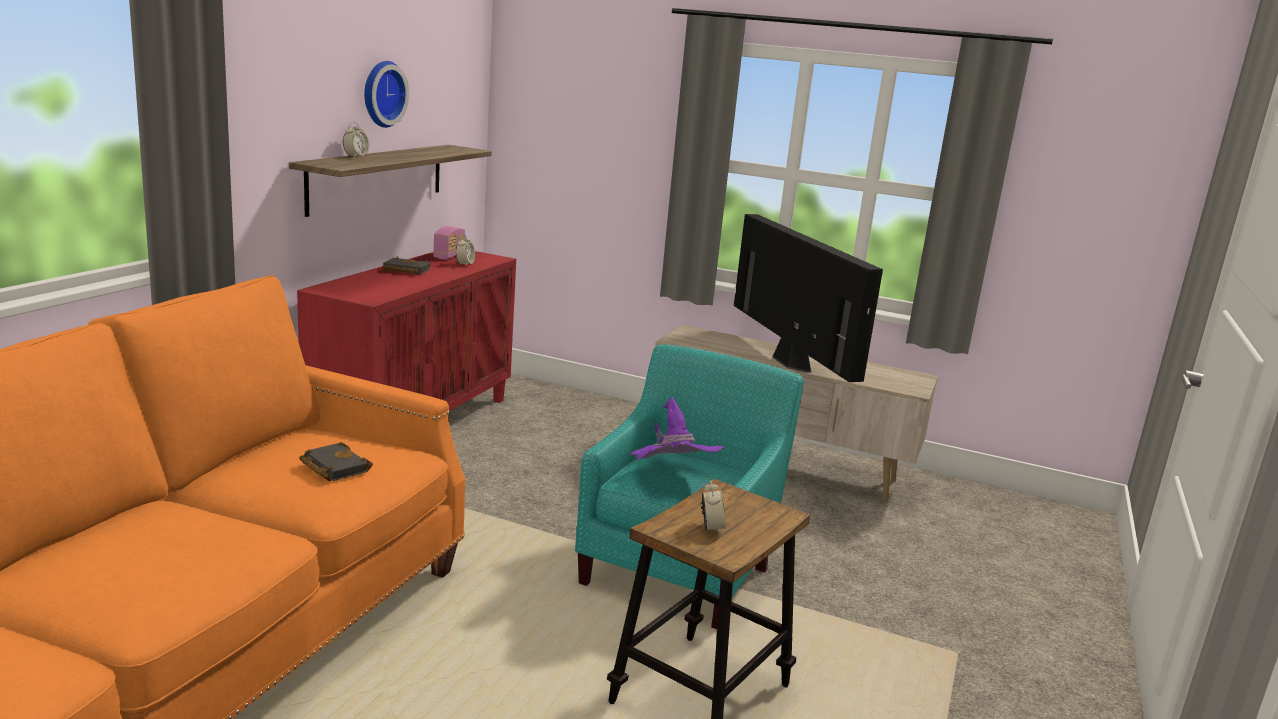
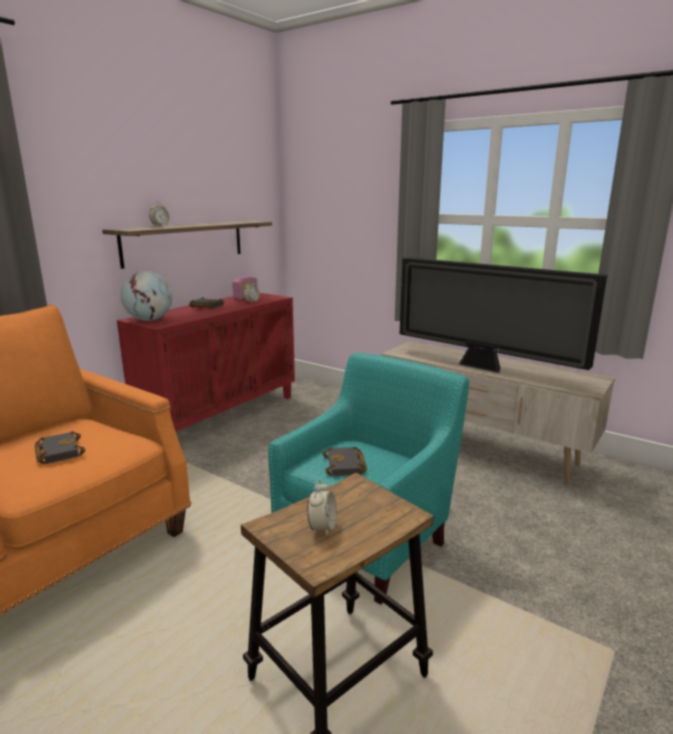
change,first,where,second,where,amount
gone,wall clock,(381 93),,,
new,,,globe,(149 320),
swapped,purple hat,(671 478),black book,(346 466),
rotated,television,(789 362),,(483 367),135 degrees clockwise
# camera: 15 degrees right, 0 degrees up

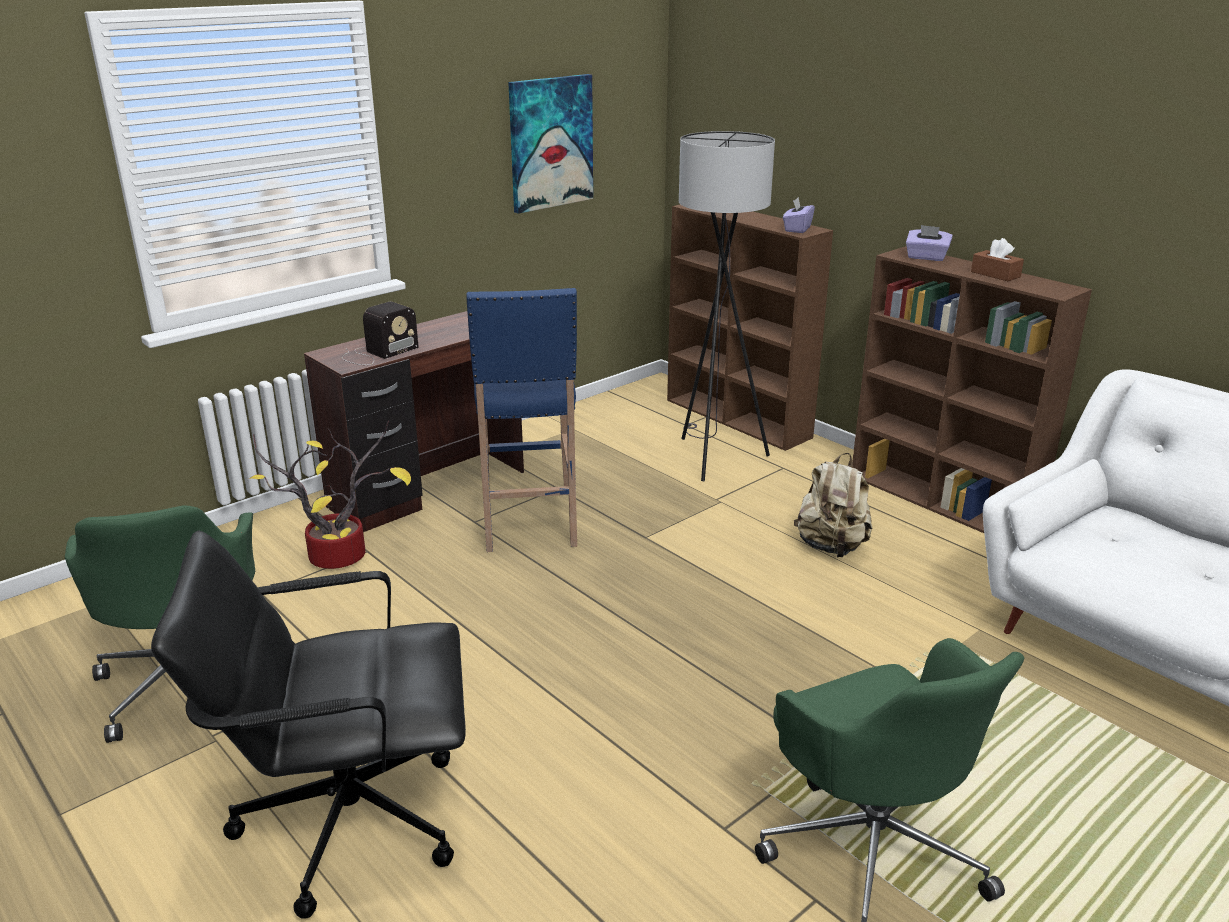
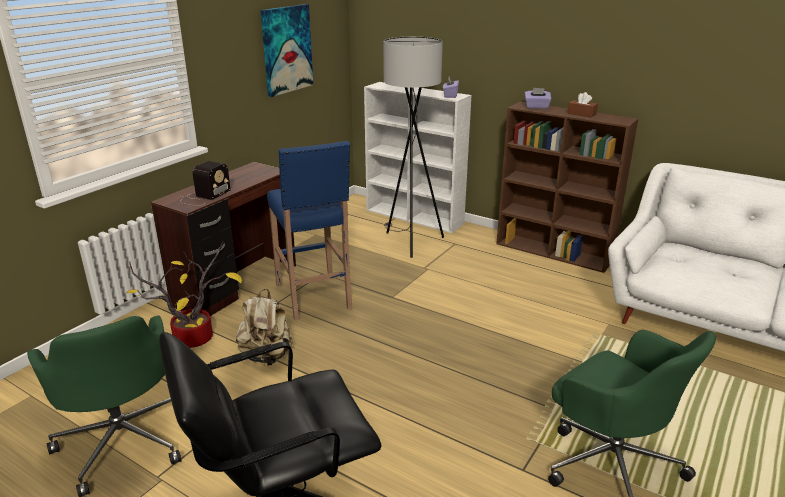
change,first,where,second,where,amount
shifted,beige backpack,(831 547),,(267 356),
repainted,brown bookcase,(738 419),white bookcase,(415 217),
# camera: 15 degrees left, 0 degrees up

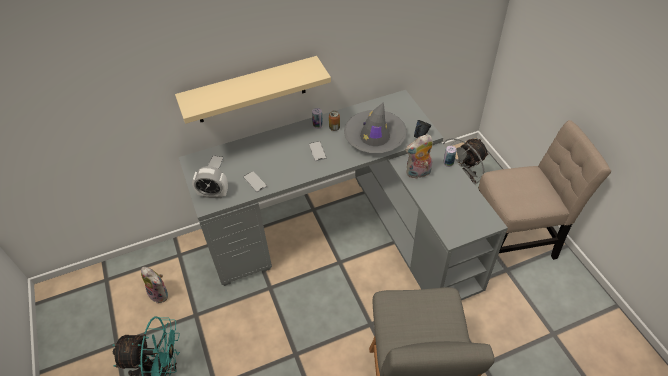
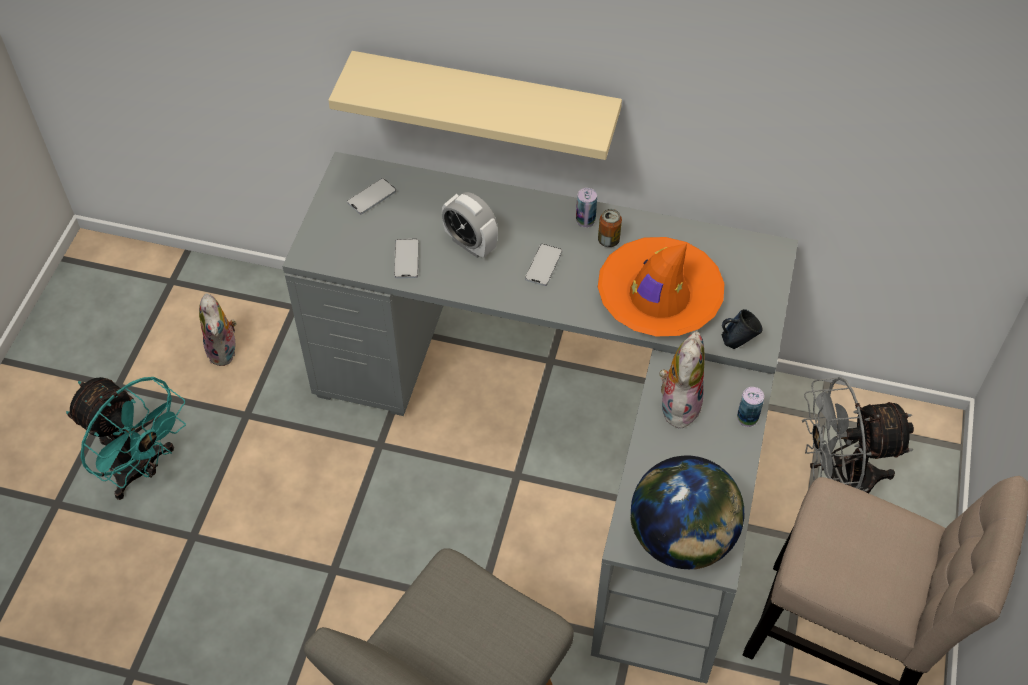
change,first,where,second,where,amount
new,,,globe,(681 539),
shifted,alarm clock,(213 194),,(470 244),
repainted,grey hat,(375 137),orange hat,(659 296),
rotated,plush toy,(418 173),,(678 404),90 degrees clockwise
# camera: 35 degrees right, 5 degrees up

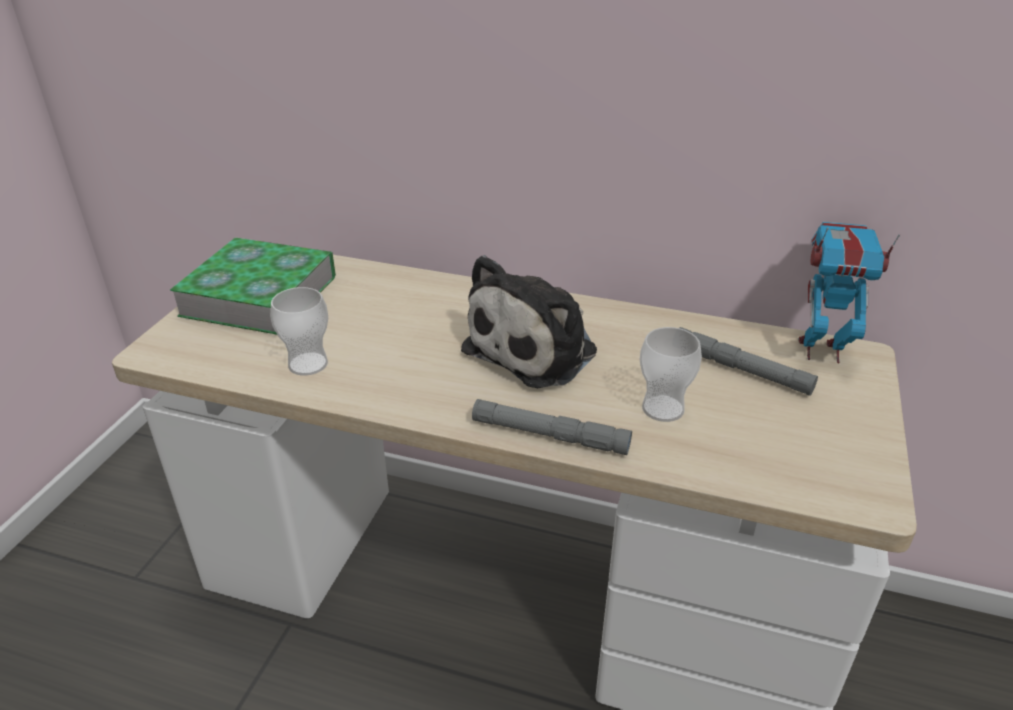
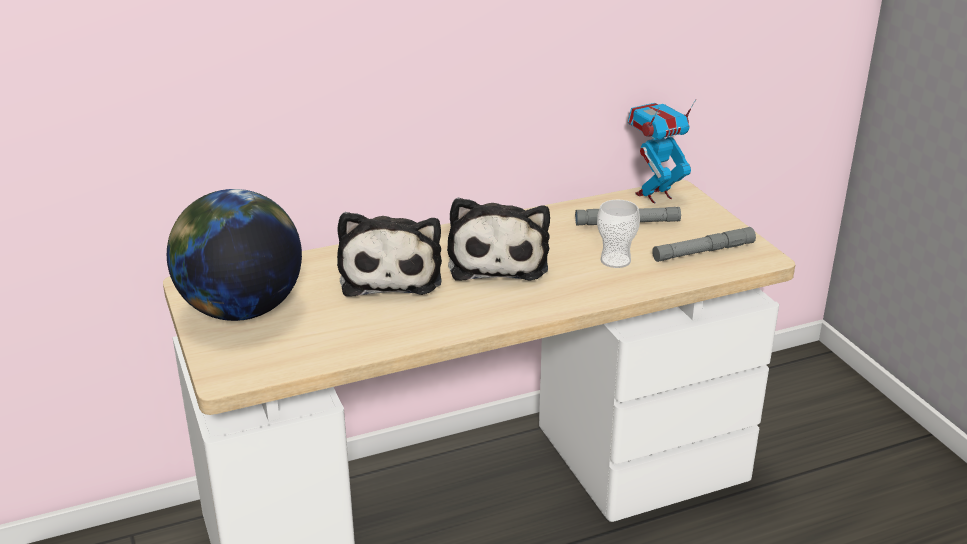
change,first,where,second,where,amount
gone,cup,(308 364),,,
new,,,plush toy,(391 274),
shifted,grey flashlight,(550 435),,(703 251),
swapped,book,(259 295),globe,(241 310),
# camera: 40 degrees left, 5 degrees down

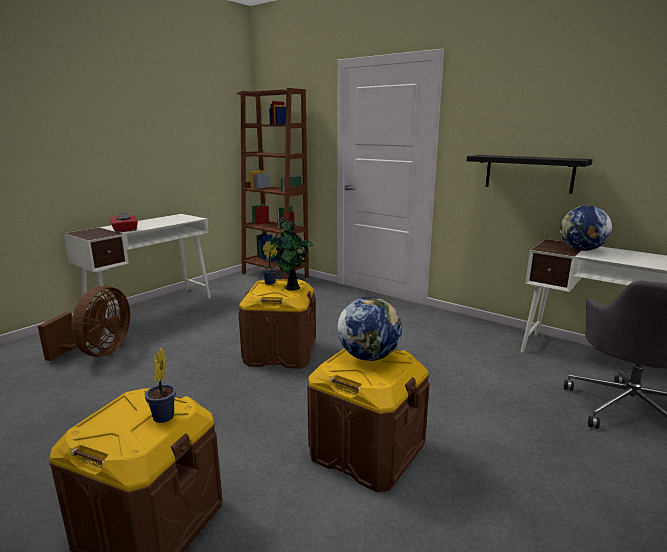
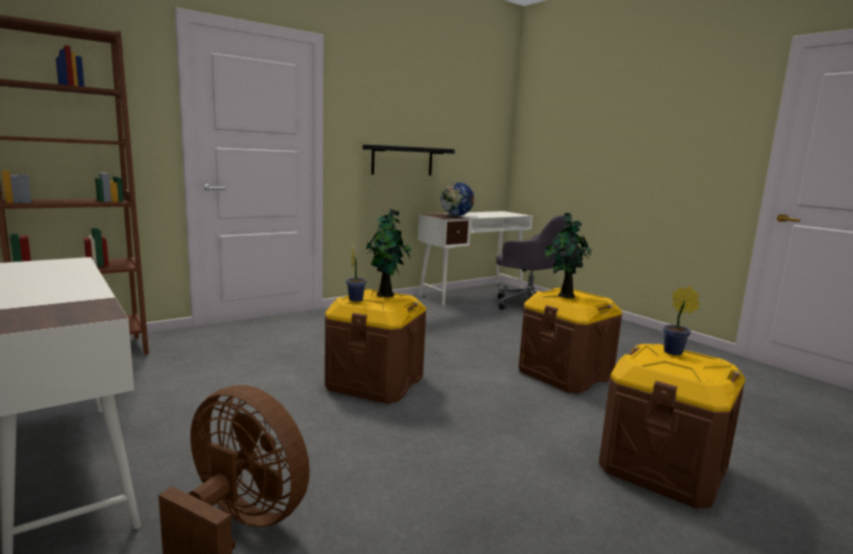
change,first,where,second,where,amount
gone,red tissue box,(125 230),,,
swapped,globe,(368 356),potted plant,(564 295),
# camera: 75 degrees left, 5 degrees down

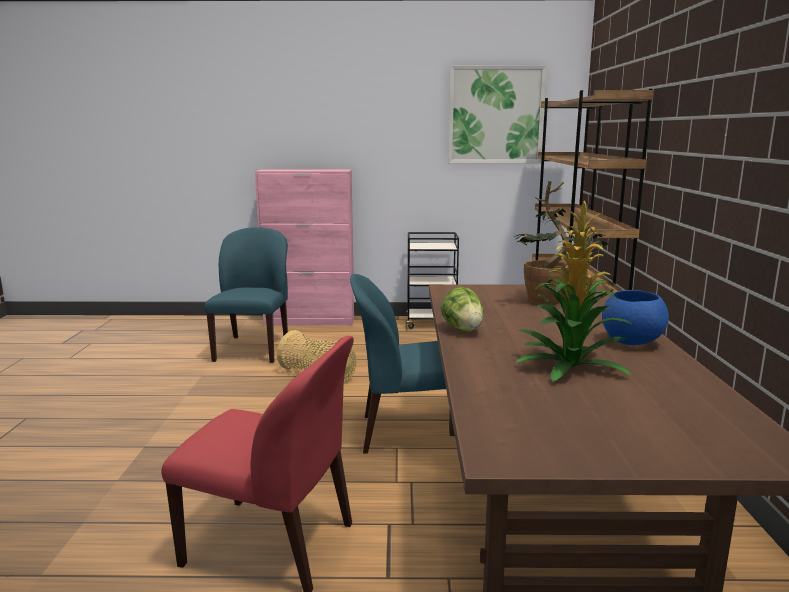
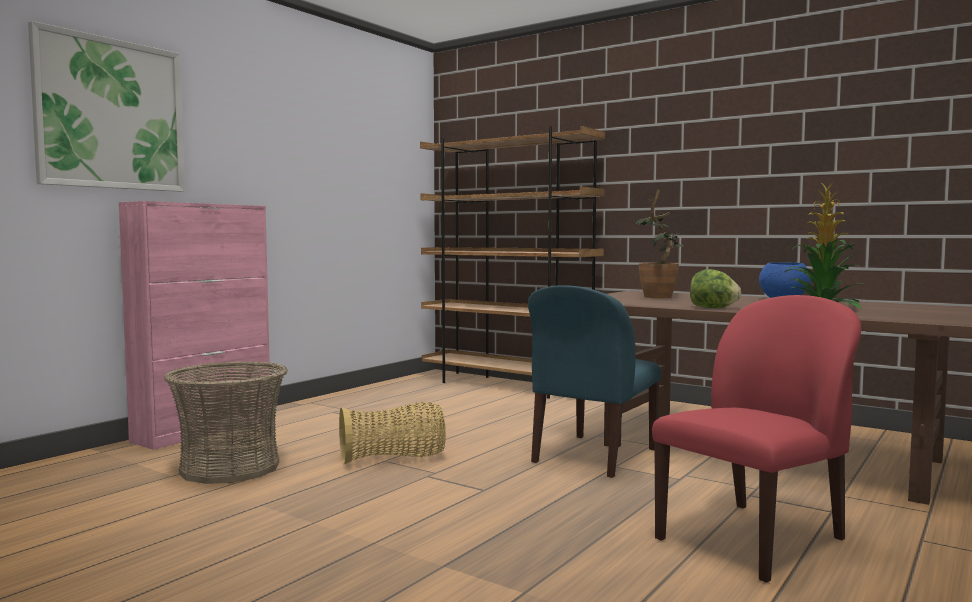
change,first,where,second,where,amount
gone,black cart,(432 323),,,
shifted,picture,(495 115),,(111 114),
swapped,blue chair,(253 349),basket,(230 468),
# camera: 55 degrees left, 10 degrees down

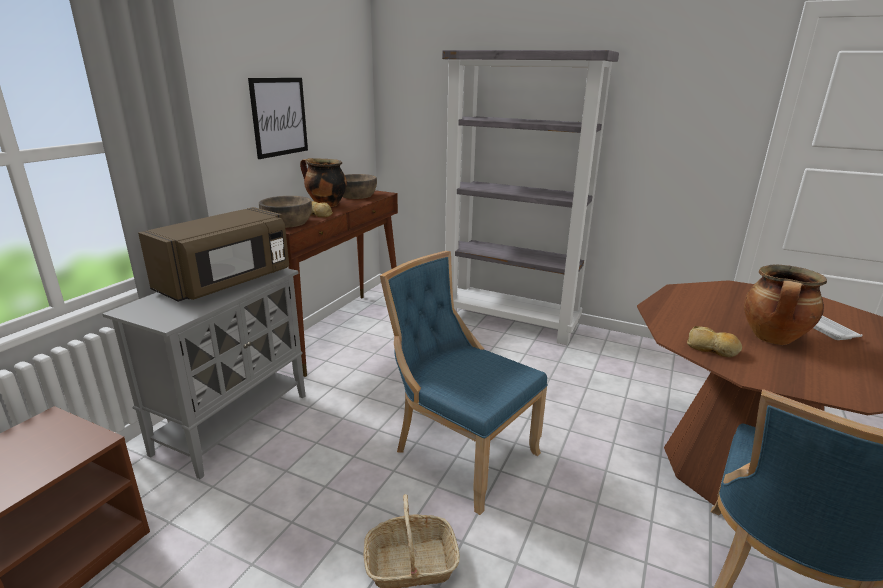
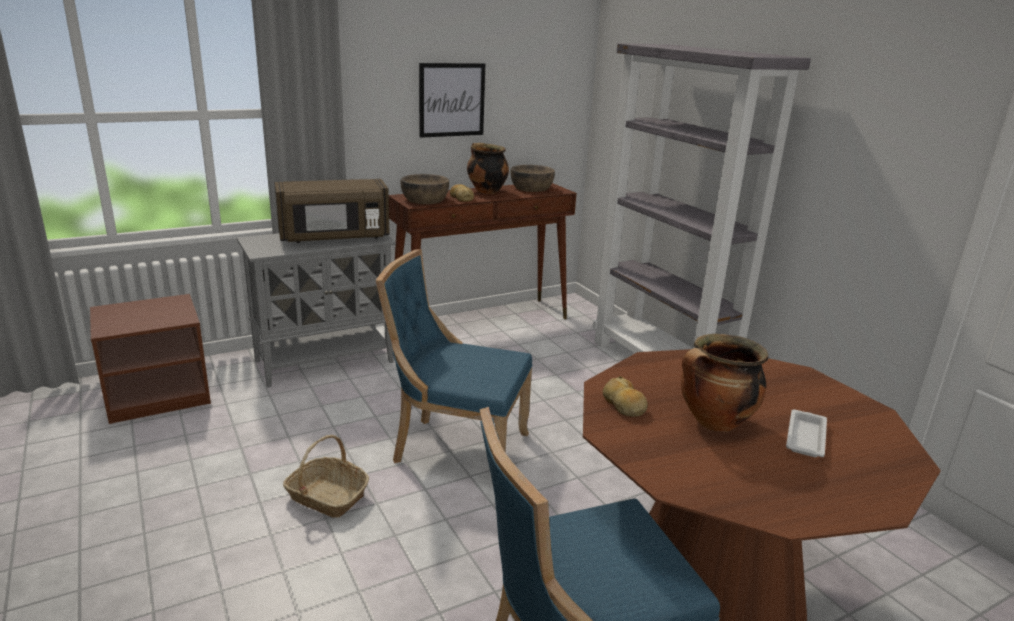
change,first,where,second,where,amount
rotated,blue chair,(460 453),,(455 449),60 degrees counterclockwise
# camera: 35 degrees right, 0 degrees up

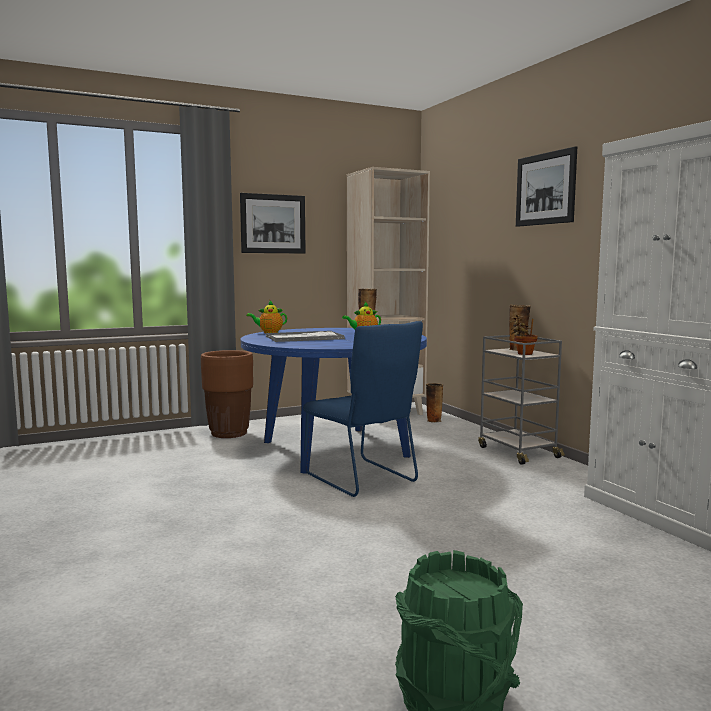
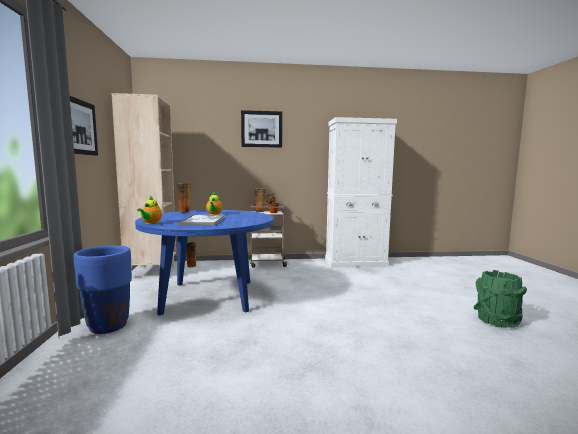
change,first,where,second,where,amount
gone,blue chair,(362 479),,,
repainted,brown planter,(229 433),blue planter,(108 326),
# camera: 70 degrees left, 0 degrees up

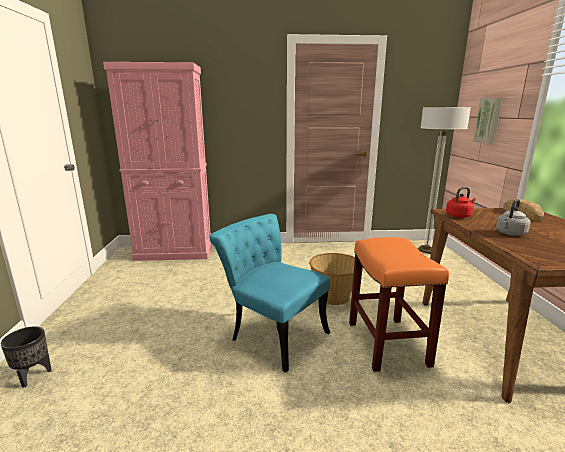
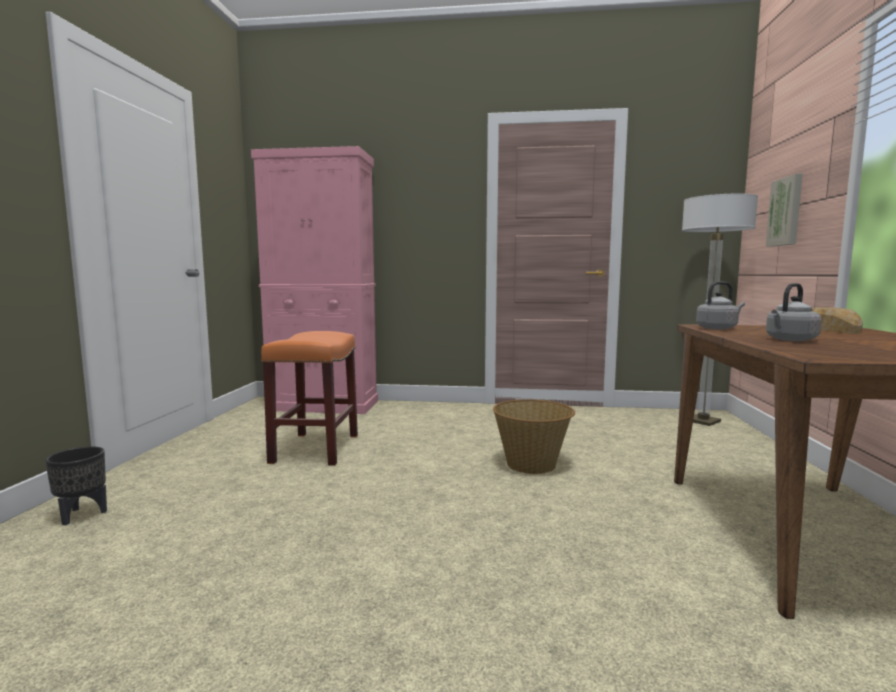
change,first,where,second,where,amount
gone,turquoise chair,(272 333),,,
shifted,orange stool,(386 343),,(315 448),
repainted,red kettle,(459 215),grey kettle,(718 328),
# camera: 10 degrees right, 10 degrees down

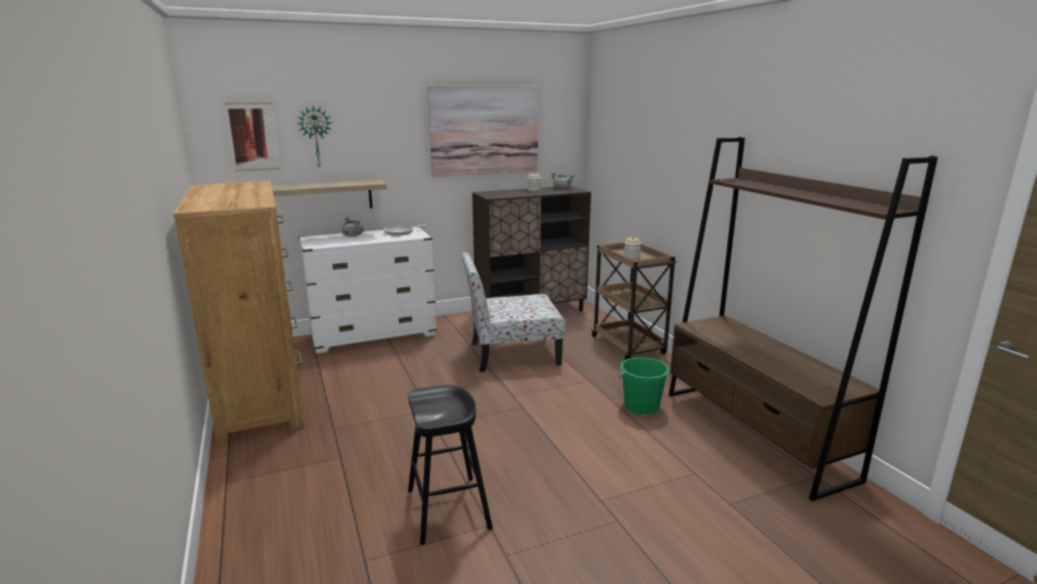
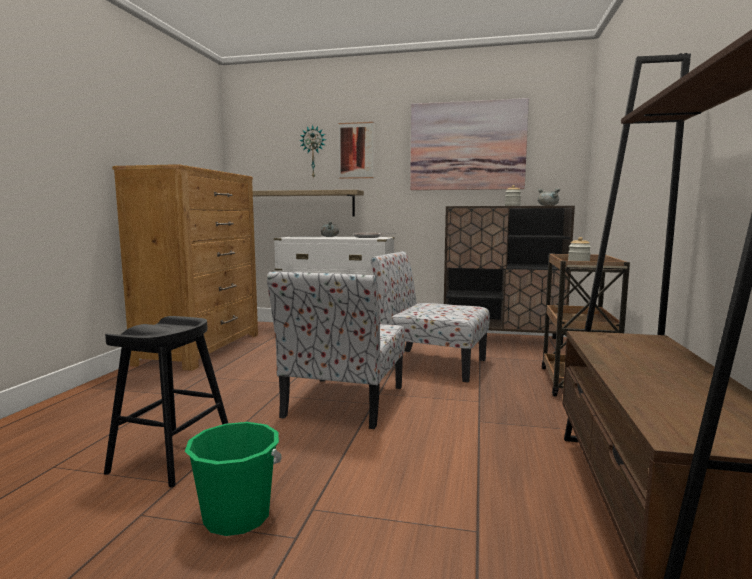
change,first,where,second,where,amount
new,,,chair,(343 403),
shifted,picture,(253 137),,(356 150),
shifted,green bucket,(641 406),,(237 517),
# camera: 35 degrees right, 10 degrees down

